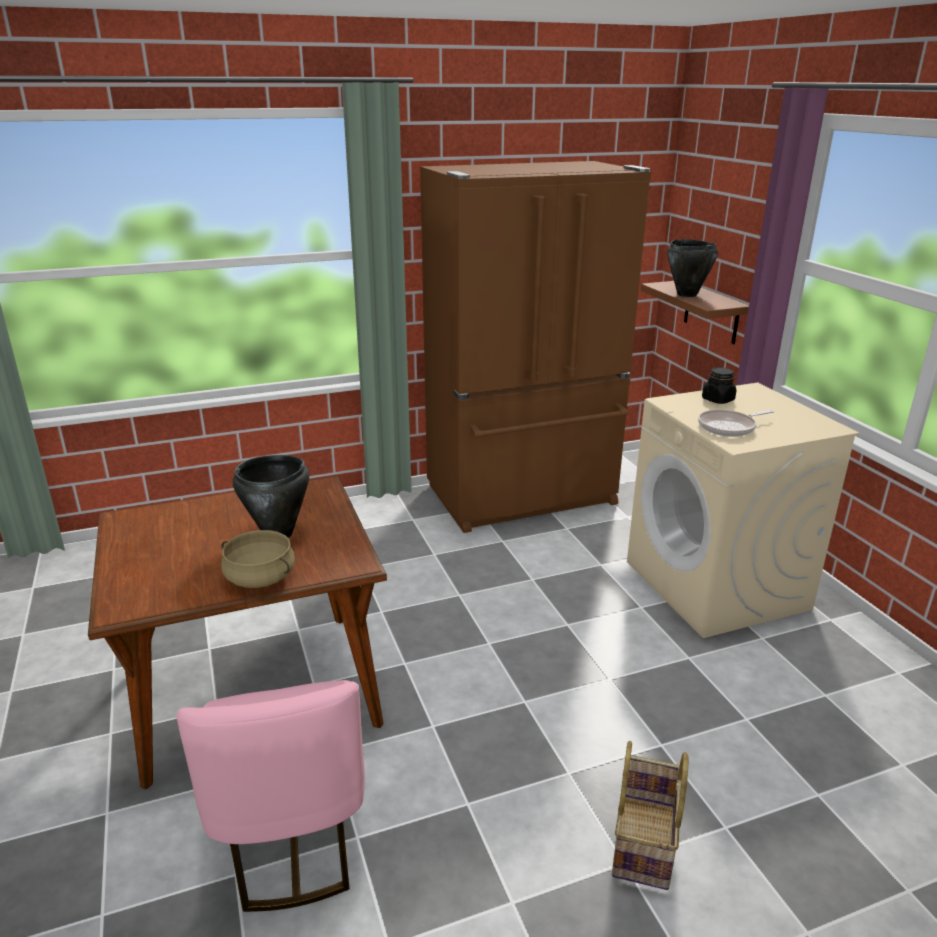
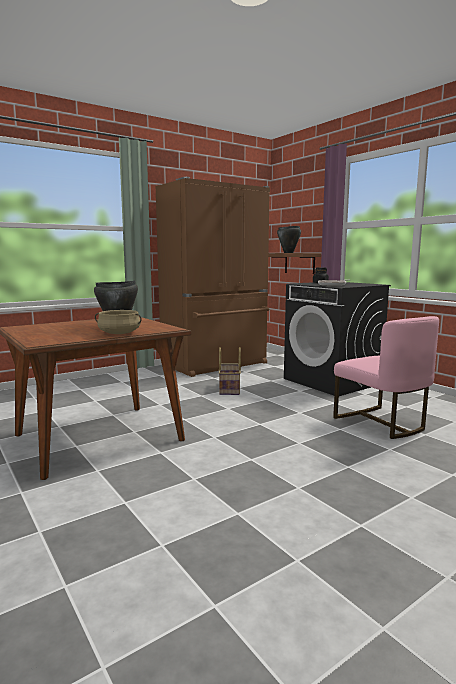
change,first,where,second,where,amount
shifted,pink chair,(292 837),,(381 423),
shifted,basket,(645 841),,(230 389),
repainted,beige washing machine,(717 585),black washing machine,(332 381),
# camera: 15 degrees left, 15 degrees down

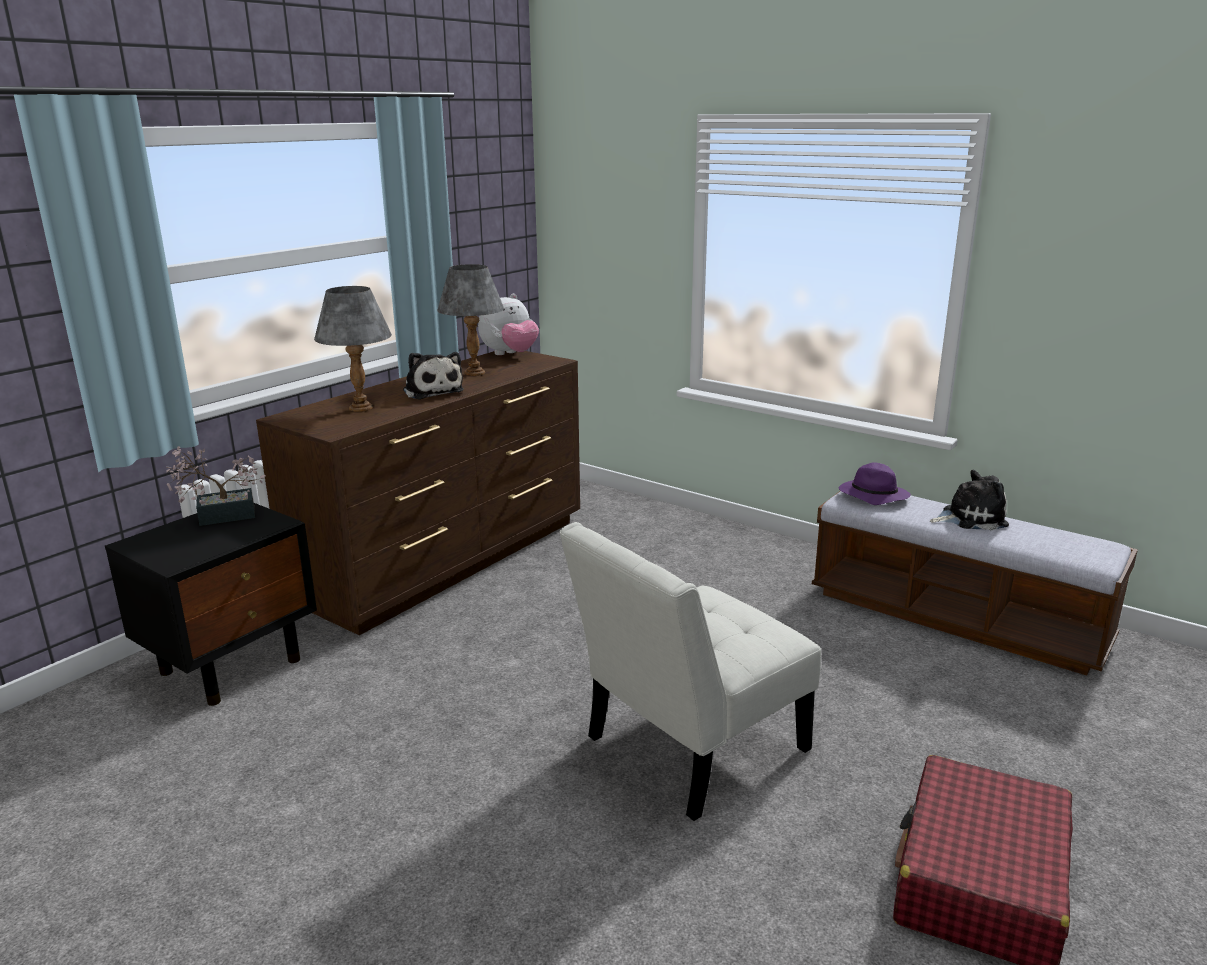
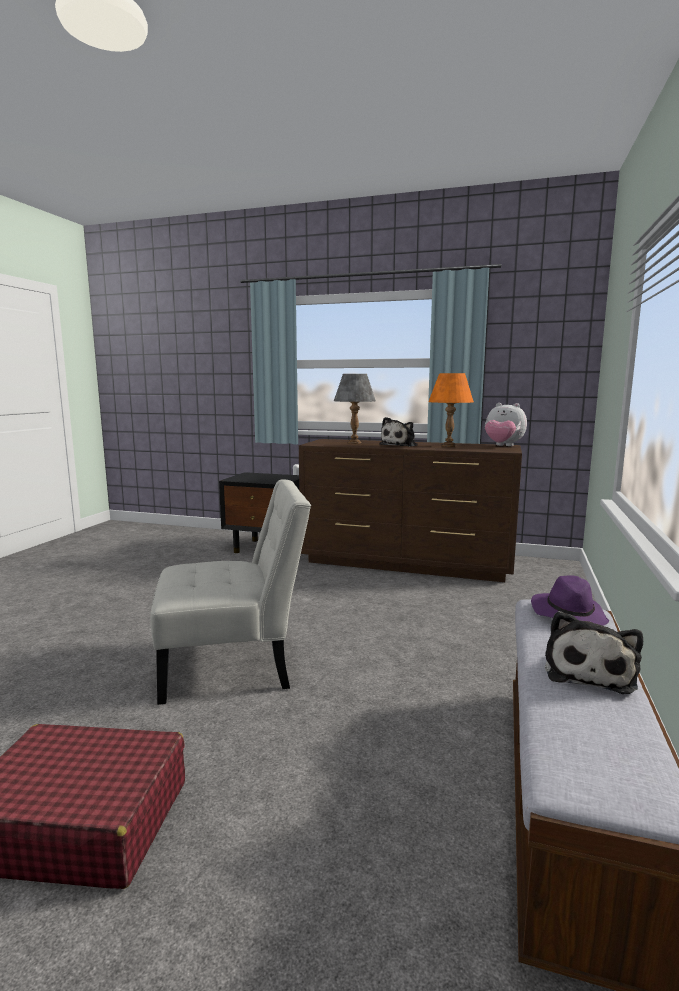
change,first,where,second,where,amount
gone,potted plant,(219 516),,,
repainted,grey table lamp,(474 373),orange table lamp,(449 446),
rotated,white chair,(687 749),,(234 665),135 degrees clockwise
rotated,plush toy,(970 518),,(589 671),45 degrees clockwise
# camera: 70 degrees right, 10 degrees down

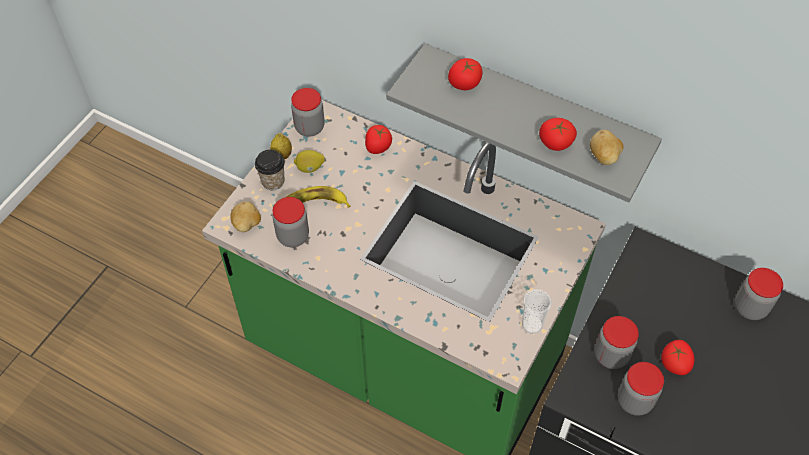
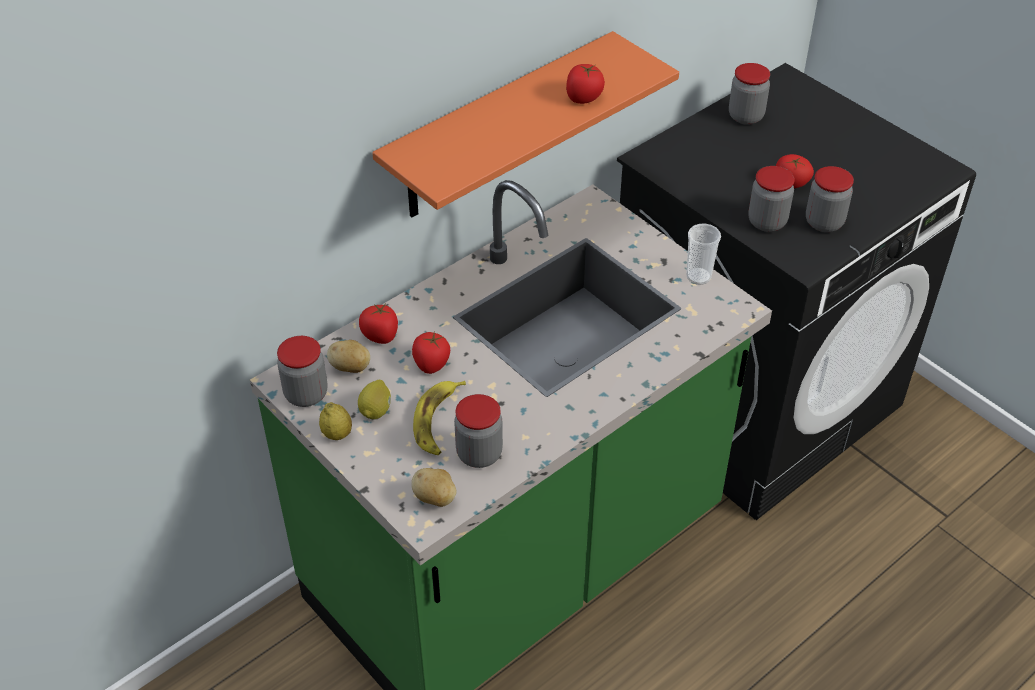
change,first,where,second,where,amount
gone,cup,(273 181),,,
shifted,tomato,(464 84),,(431 364),
shifted,potato,(604 157),,(350 368),
repainted,grey shelf,(534 115),orange shelf,(499 128),
# camera: 70 degrees left, 10 degrees down

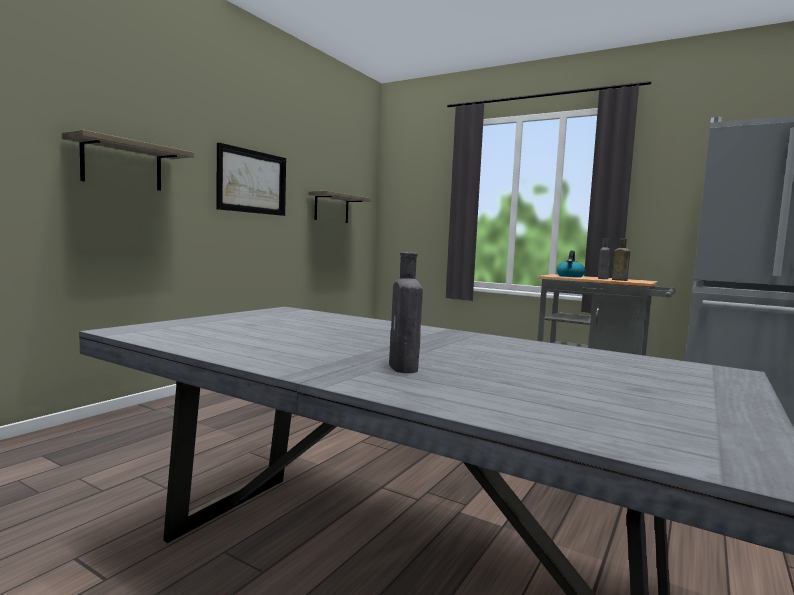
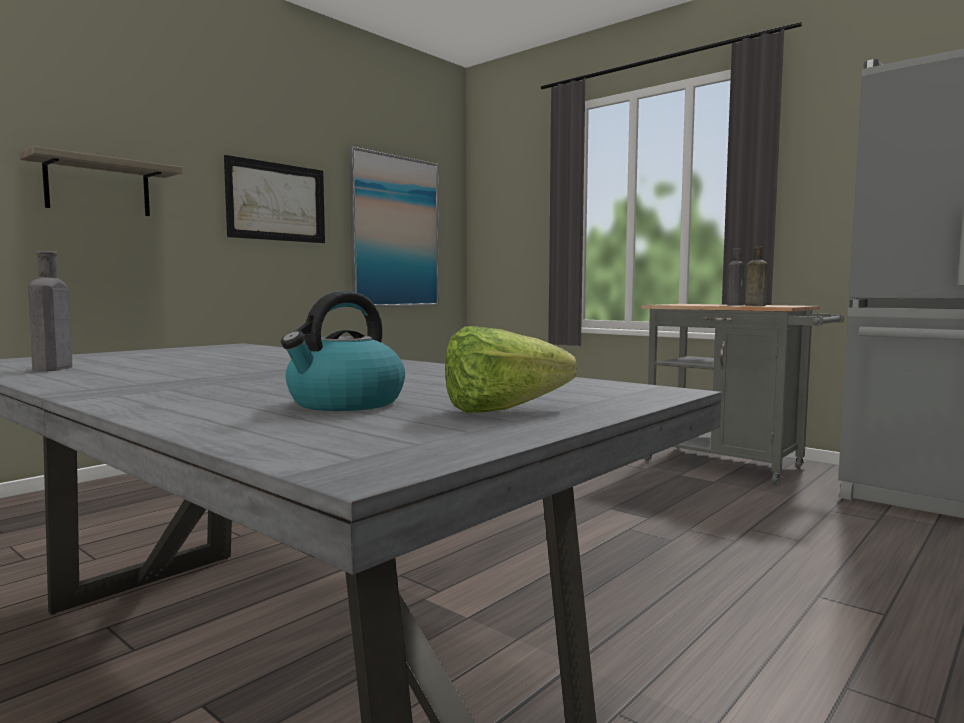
change,first,where,second,where,amount
new,,,lettuce,(514 410),
shifted,grey bottle,(404 368),,(51 369),
shifted,kettle,(570 276),,(345 403),
swapped,shelf,(331 208),picture,(395 232),
# camera: 10 degrees right, 0 degrees up

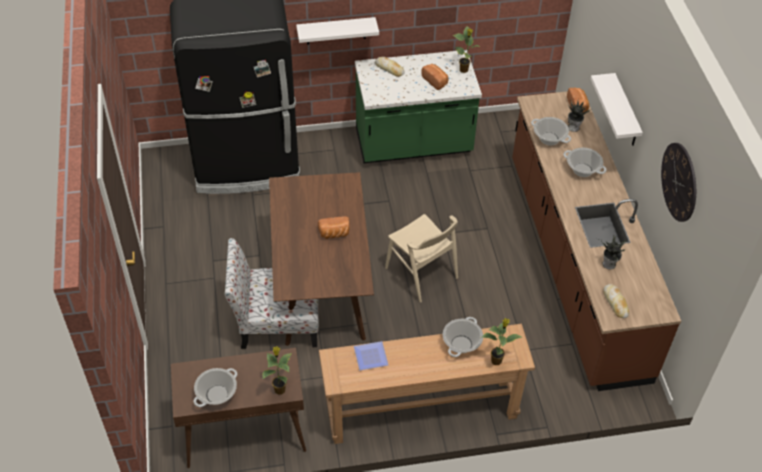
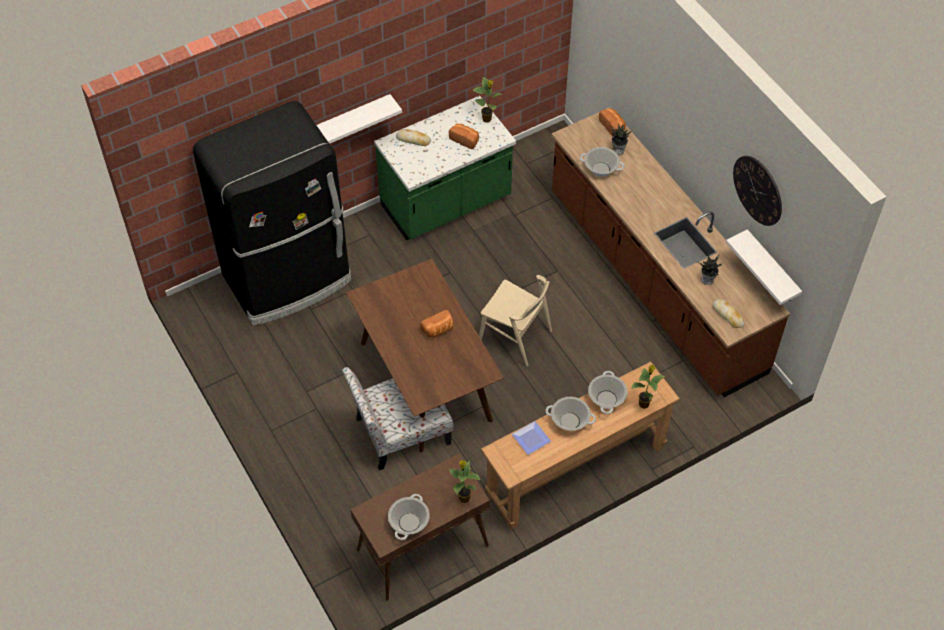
change,first,where,second,where,amount
shifted,cooking pot,(582 170),,(569 421),
shifted,white shelf,(626 112),,(772 268),
# camera: 20 degrees left, 5 degrees up

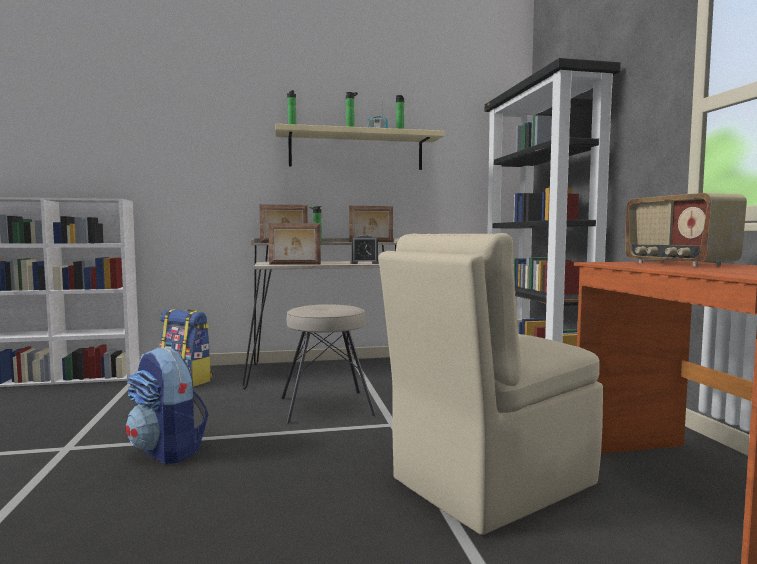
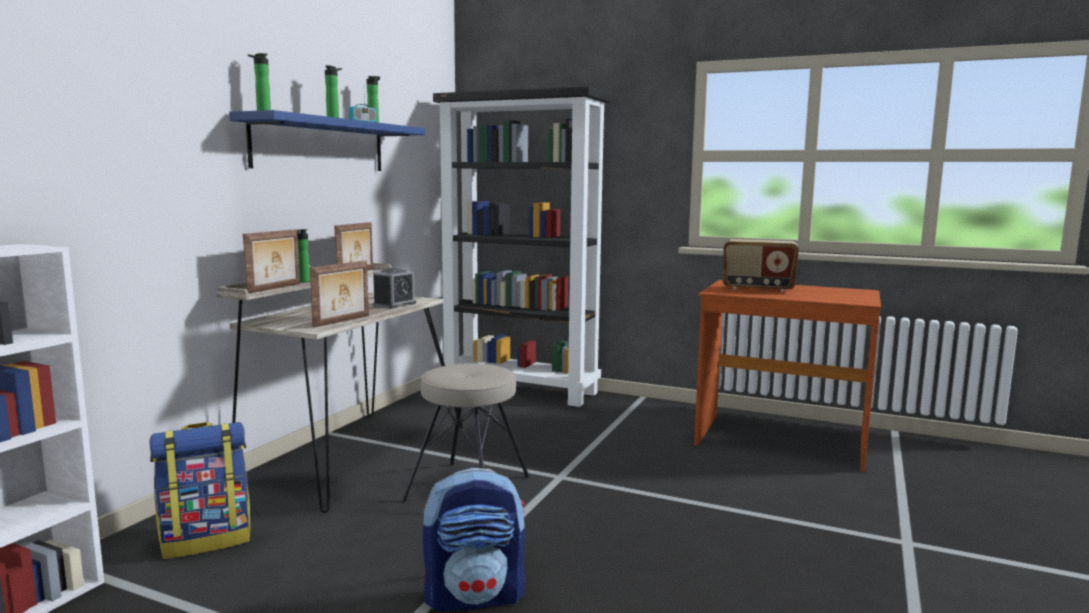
change,first,where,second,where,amount
gone,beige chair,(489 482),,,
repainted,beige shelf,(356 151),blue shelf,(321 145),
# camera: 55 degrees left, 5 degrees up

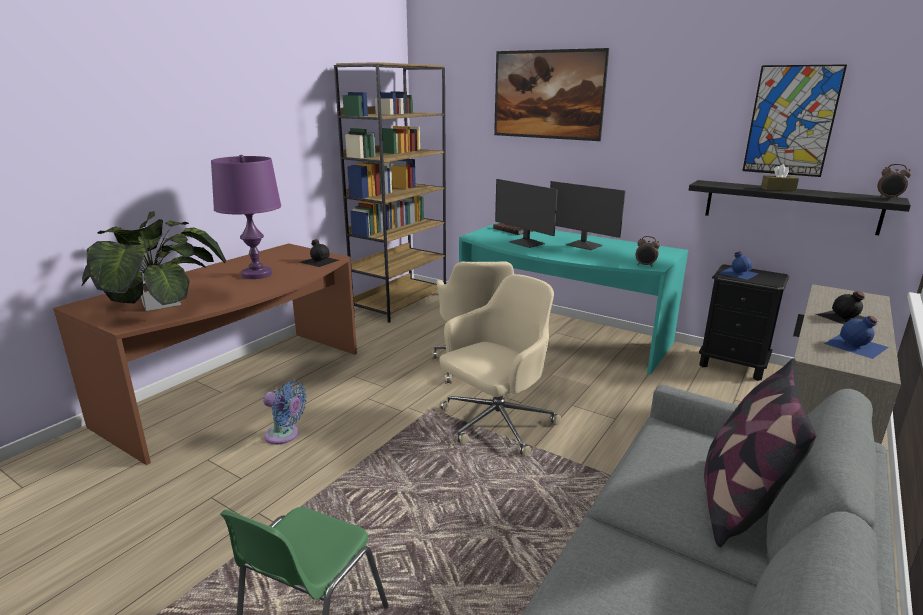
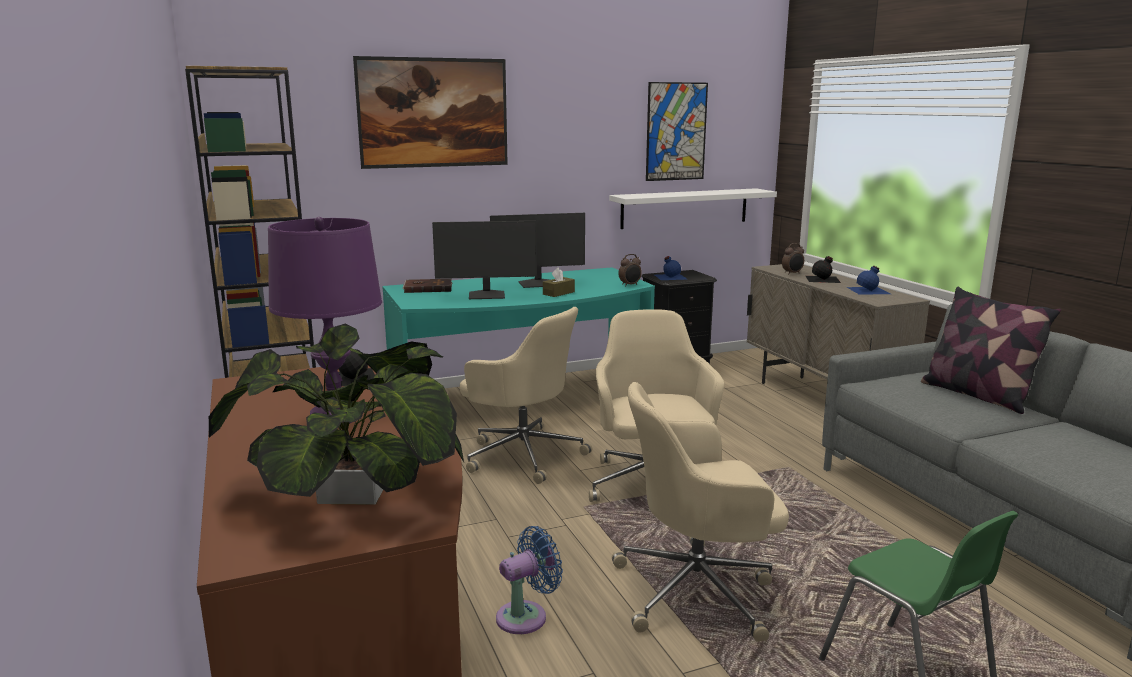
change,first,where,second,where,amount
new,,,beige office chair,(698 590),
shifted,brown tissue box,(778 189),,(558 293),
shifted,alarm clock,(888 198),,(792 273),
repainted,black shelf,(790 206),white shelf,(685 208),
# camera: 55 degrees left, 5 degrees down

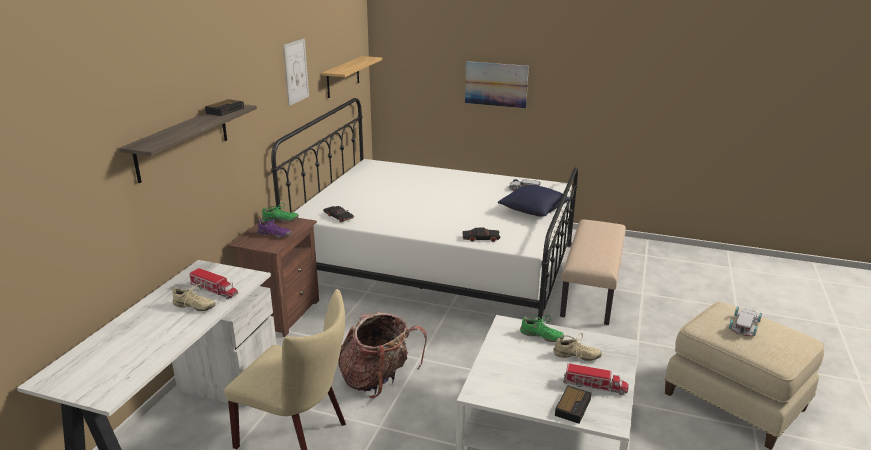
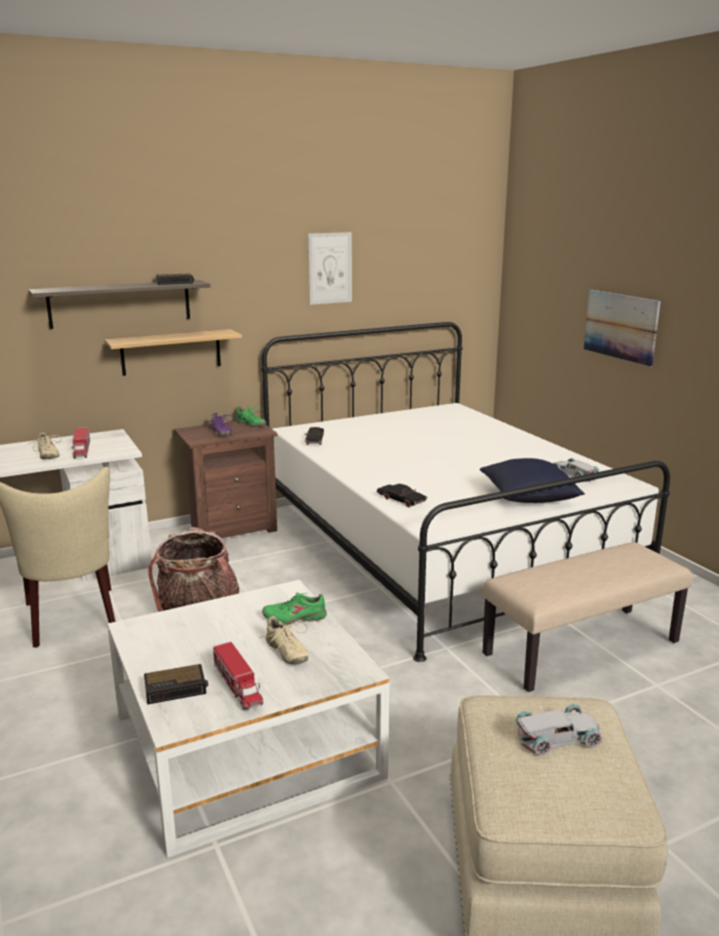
change,first,where,second,where,amount
shifted,shelf,(343 76),,(171 352),
rotated,green shoe,(541 336),,(295 617),105 degrees clockwise
# camera: 45 degrees right, 5 degrees down

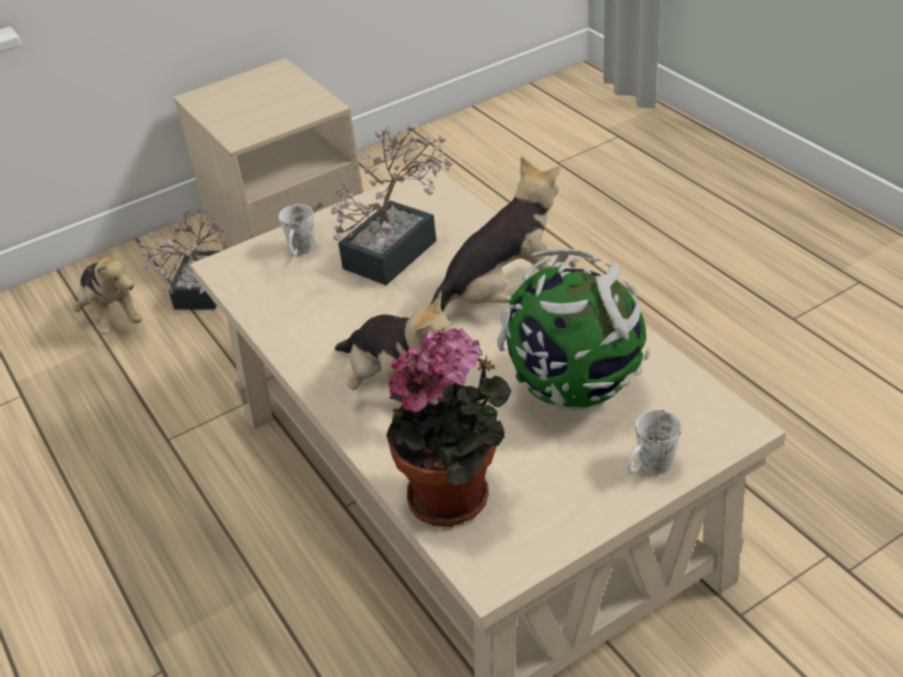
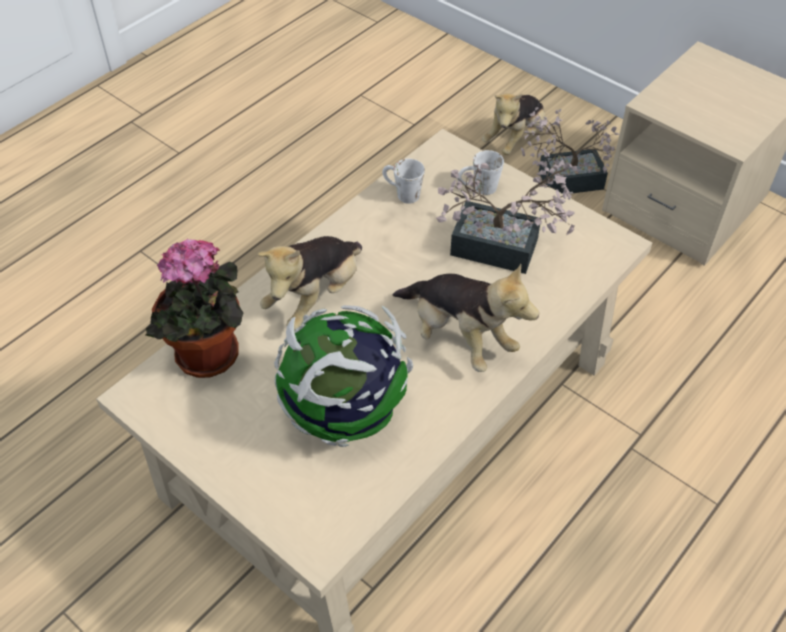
change,first,where,second,where,amount
shifted,white mug,(649 468),,(401 193),
# camera: 70 degrees right, 10 degrees up

